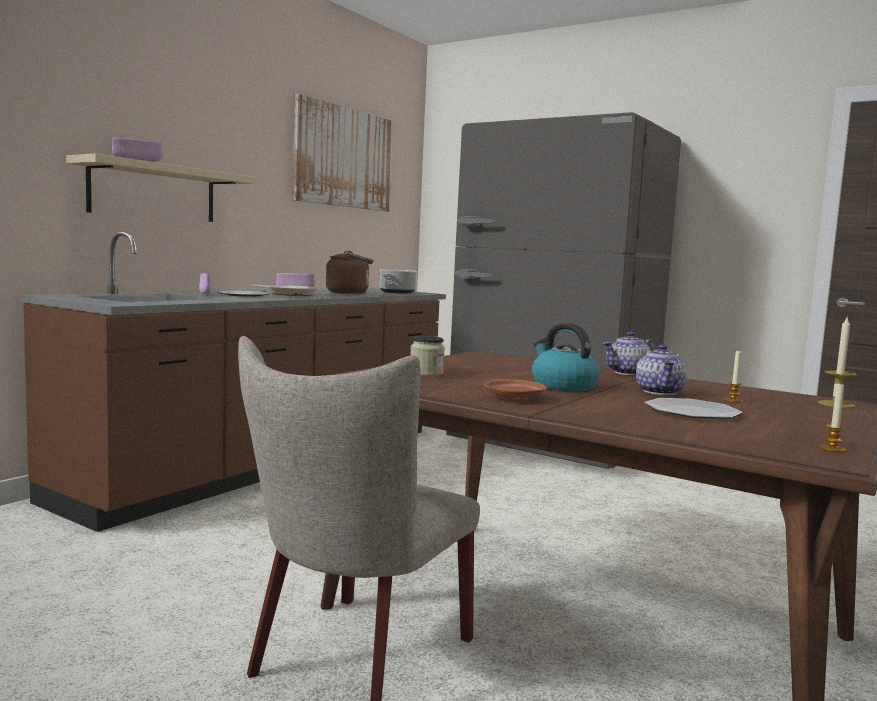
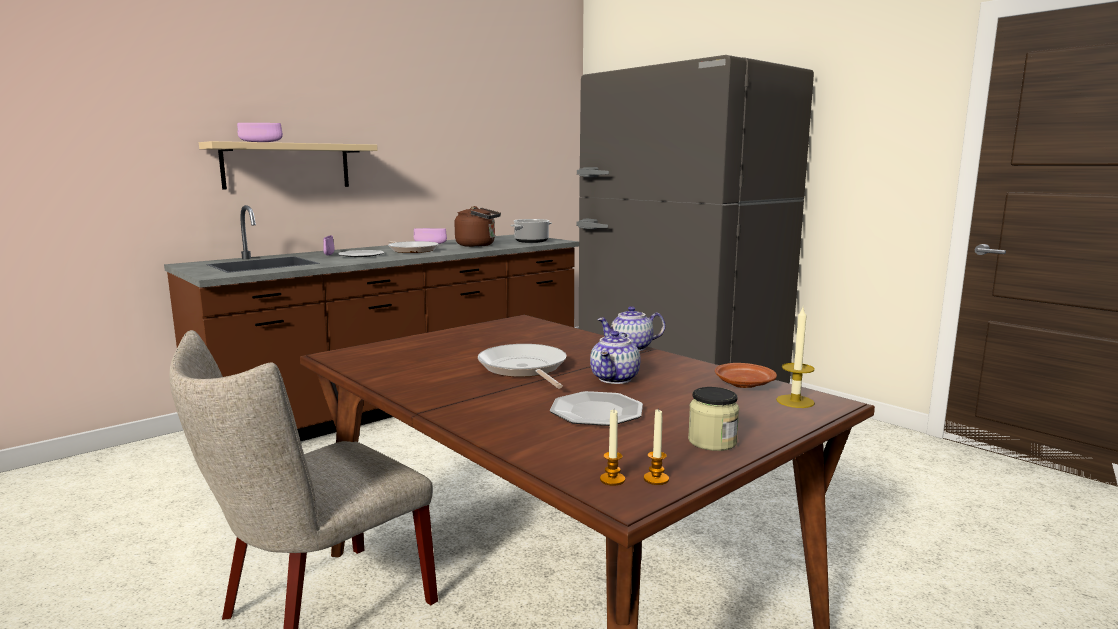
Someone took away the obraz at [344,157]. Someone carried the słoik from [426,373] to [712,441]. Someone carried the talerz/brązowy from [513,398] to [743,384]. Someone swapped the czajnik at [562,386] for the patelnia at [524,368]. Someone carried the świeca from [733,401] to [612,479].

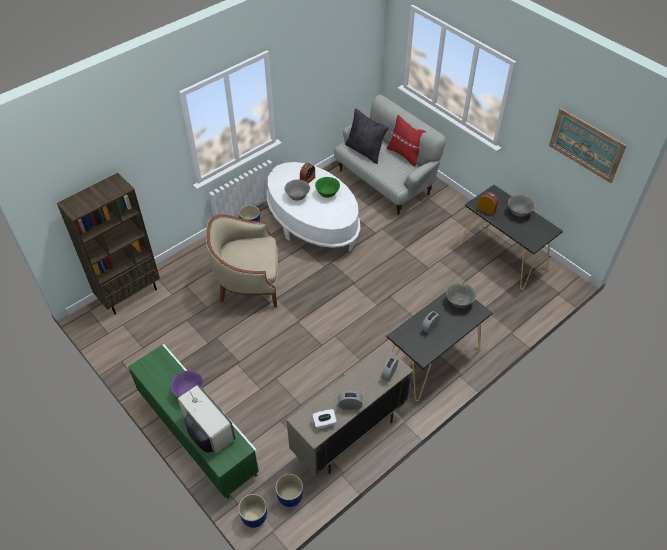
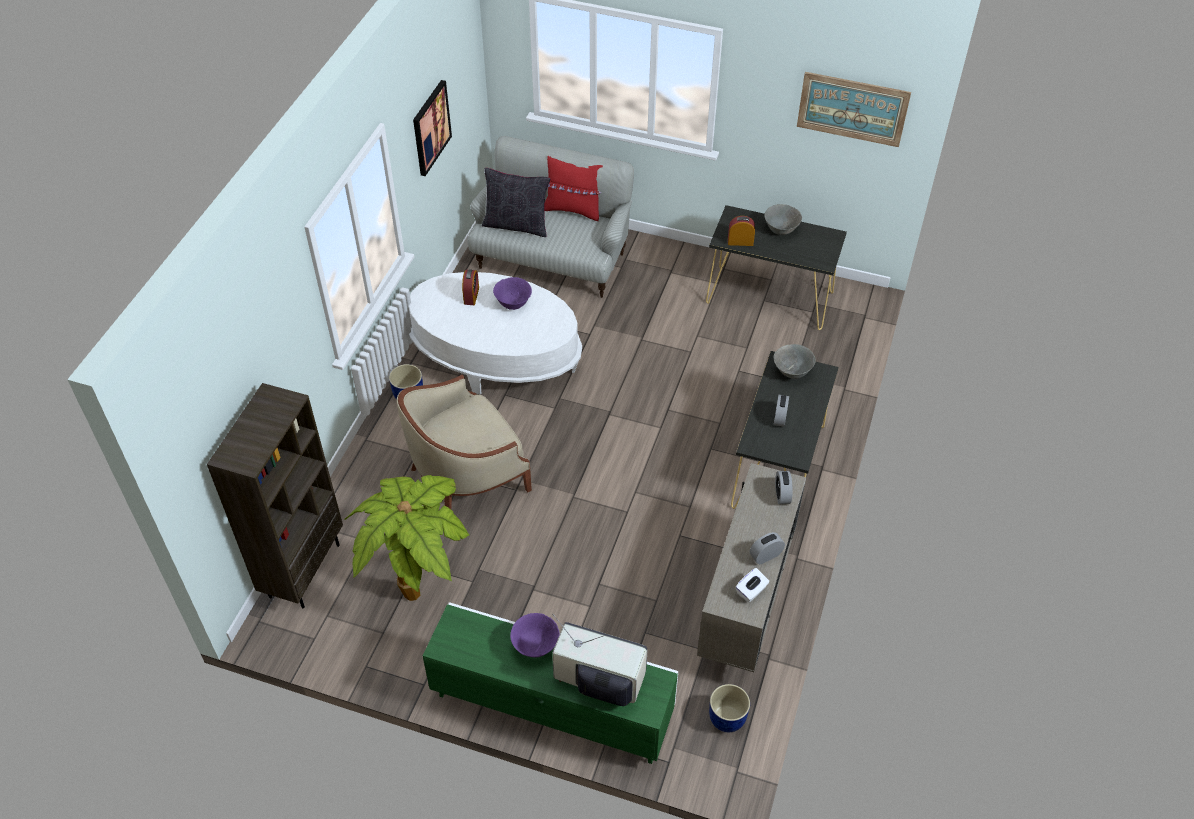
Someone took away the donica/niebieski at [253,516]. Someone took away the miska/szary at [297,196]. Someone repainted the miska/zielony at [327,194], which became the miska/fioletowy at [513,303]. Someone put down the roślina doniczkowa at [420,589]. Someone put up the obraz at [430,127].

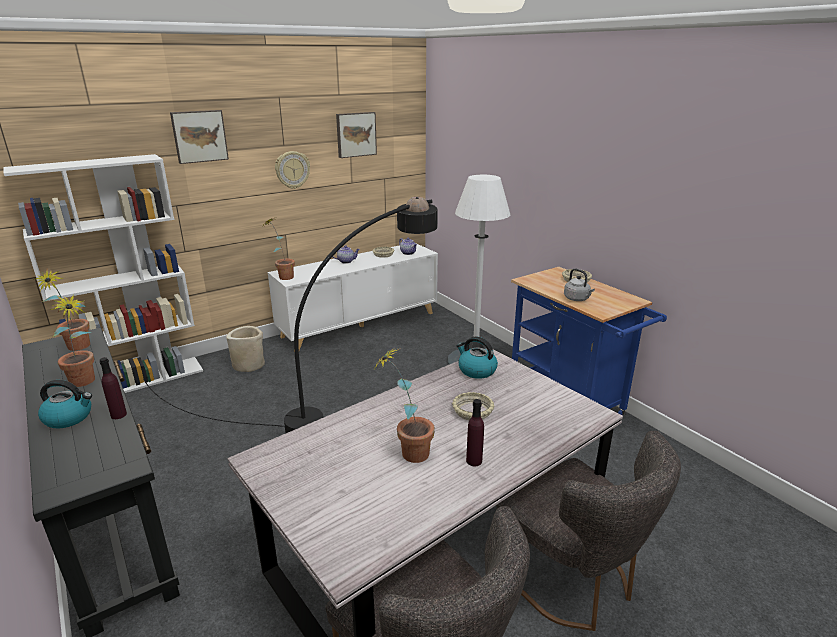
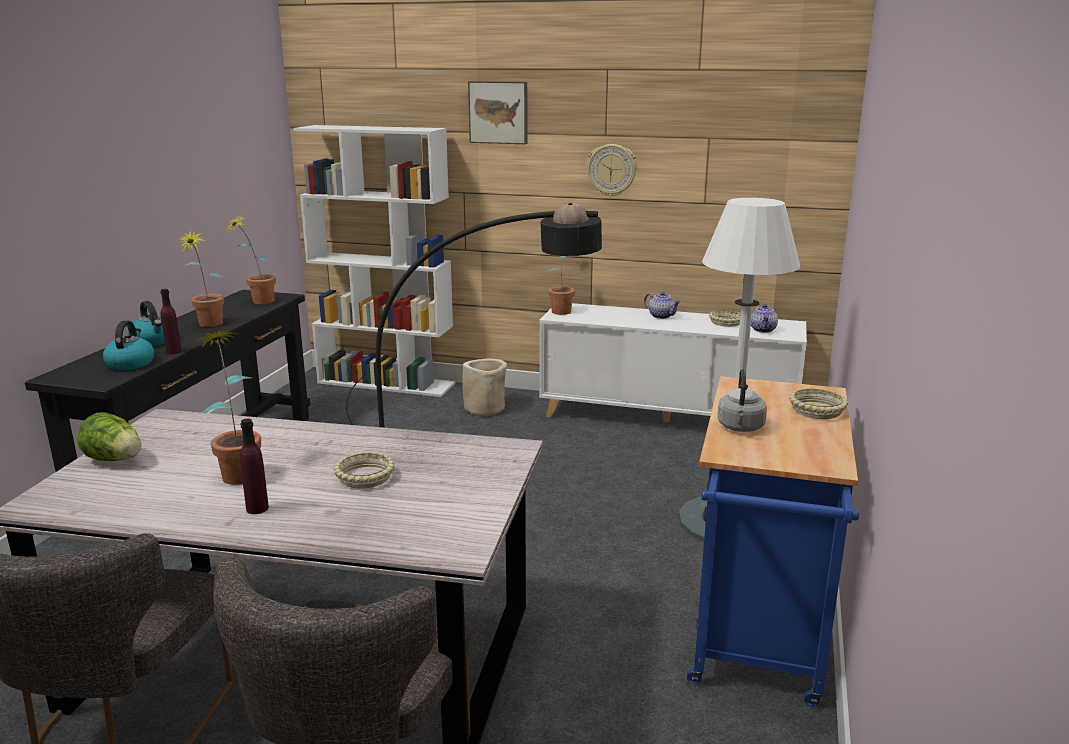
Someone took away the obraz at [355,134]. Someone carried the czajnik from [476,370] to [130,363]. Someone put down the sałata at [115,460].

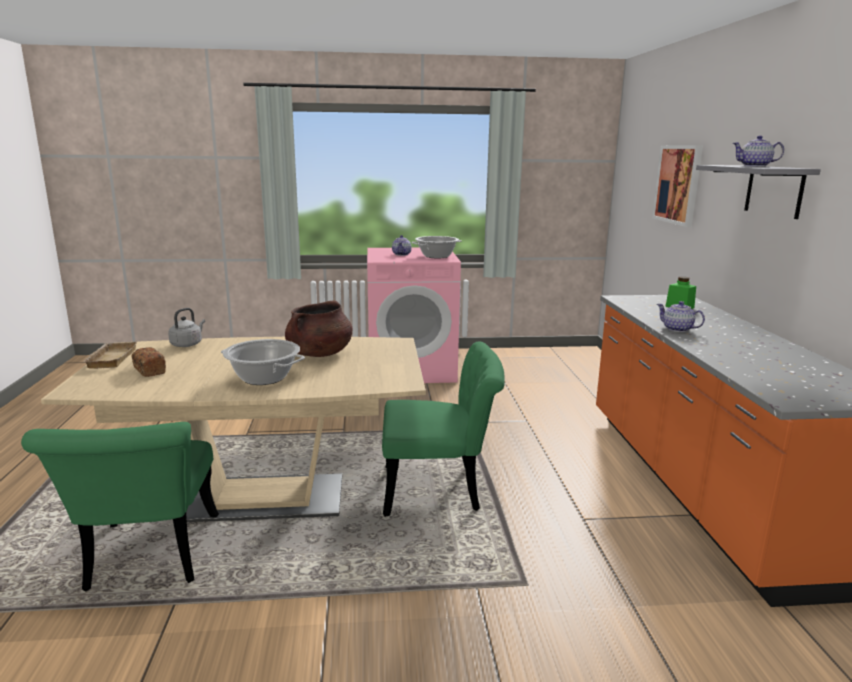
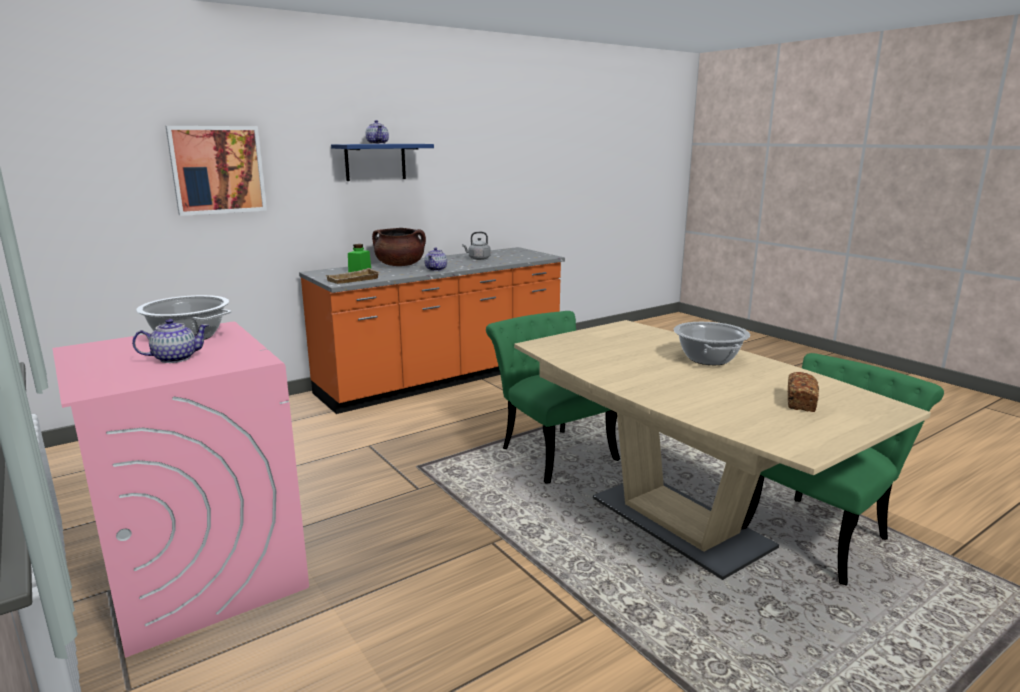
Someone carried the taca/beżowy from [110,359] to [353,280]. Someone carried the czajnik/szary from [187,344] to [478,259]. Someone carried the garnek/brązowy from [319,354] to [400,265]. Someone repainted the półka/szary at [774,191], which became the półka/niebieski at [375,162].

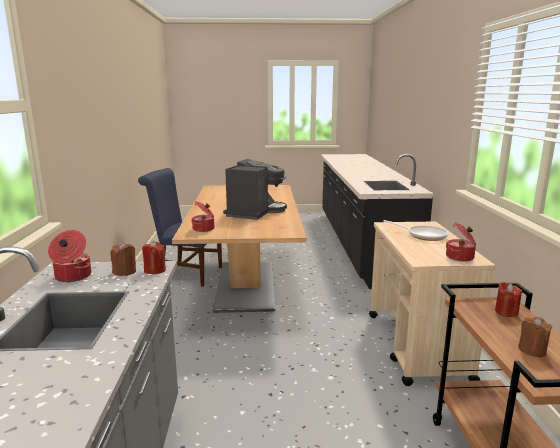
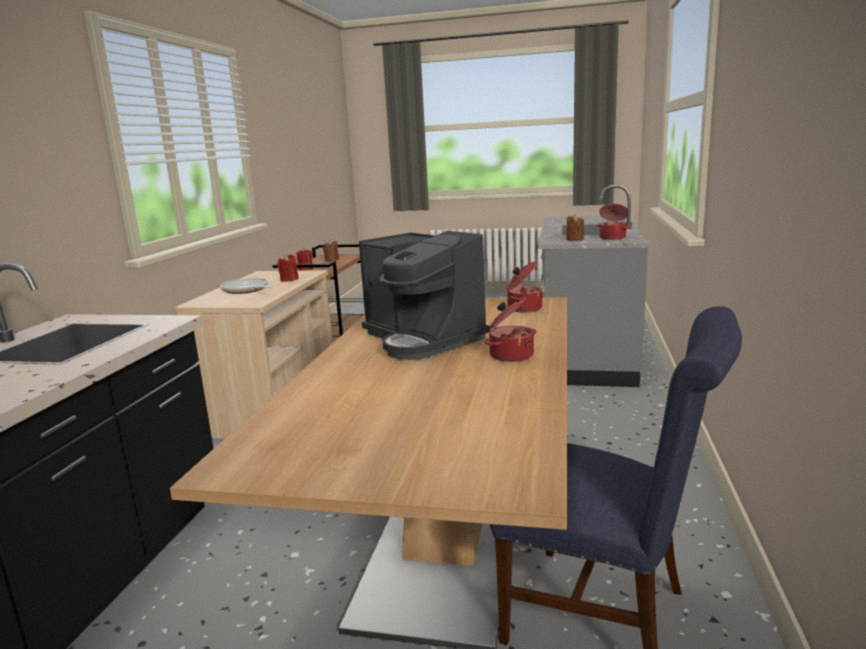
Someone carried the świeca/czerwony from [155,270] to [289,280]. Someone rotated the ekspres do kawy at [255,212] by 75 degrees counterclockwise. Someone carried the garnek from [460,257] to [510,355].

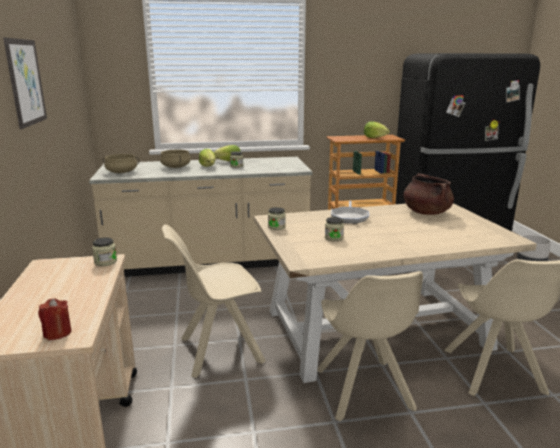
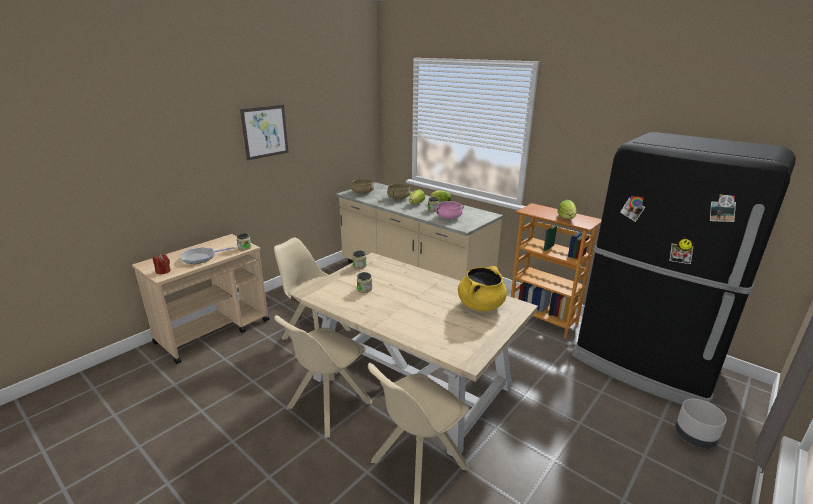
Someone carried the patelnia from [349,217] to [201,258]. Someone repainted the garnek/brązowy at [426,212], which became the garnek/żółty at [480,305]. Someone put down the garnek/różowy at [449,217].

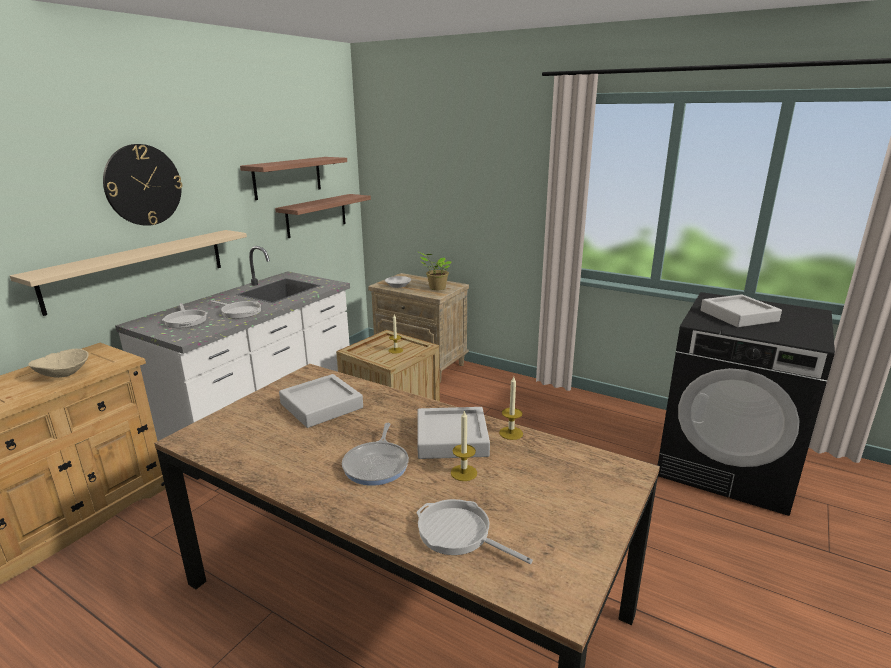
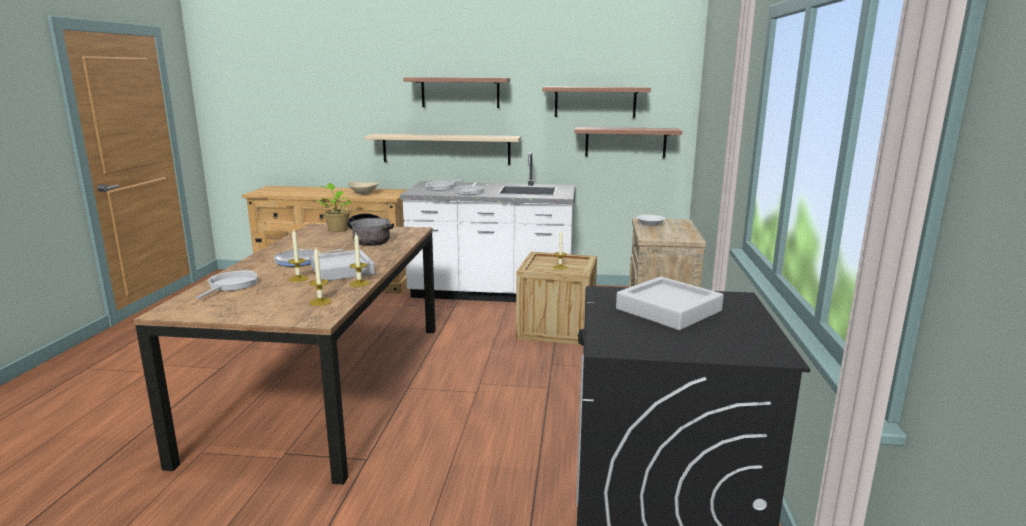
Someone swapped the zegar ścienny at [143,185] for the półka at [460,92]. Someone swapped the taca/szary at [321,406] for the garnek at [370,239]. Someone carried the roślina doniczkowa from [436,288] to [337,229]. Someone put down the świeca at [320,302].

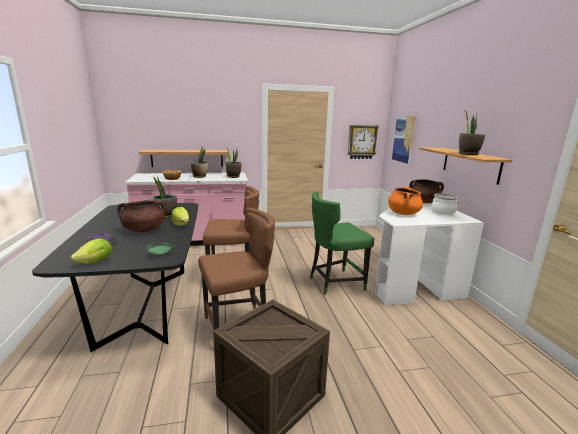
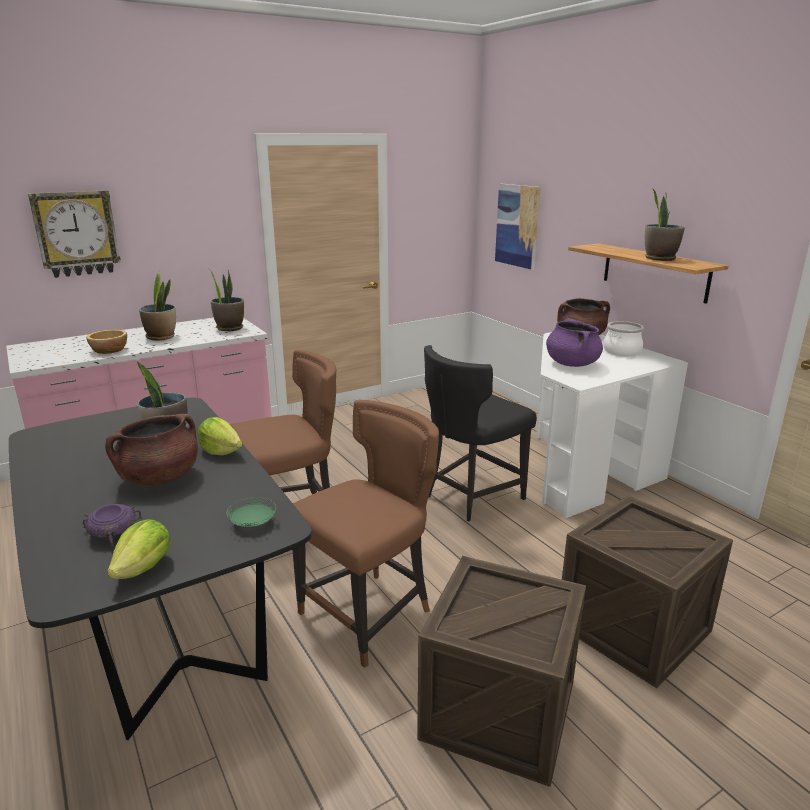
Someone took away the półka at [187,158]. Someone repainted the krzesło/zielony at [334,283], which became the krzesło/czarny at [471,496]. Someone carried the zegar ścienny from [361,142] to [76,233]. Someone repainted the garnek/pomarańczowy at [403,213], which became the garnek/fioletowy at [572,364]. Someone put down the skrzynka at [633,628].

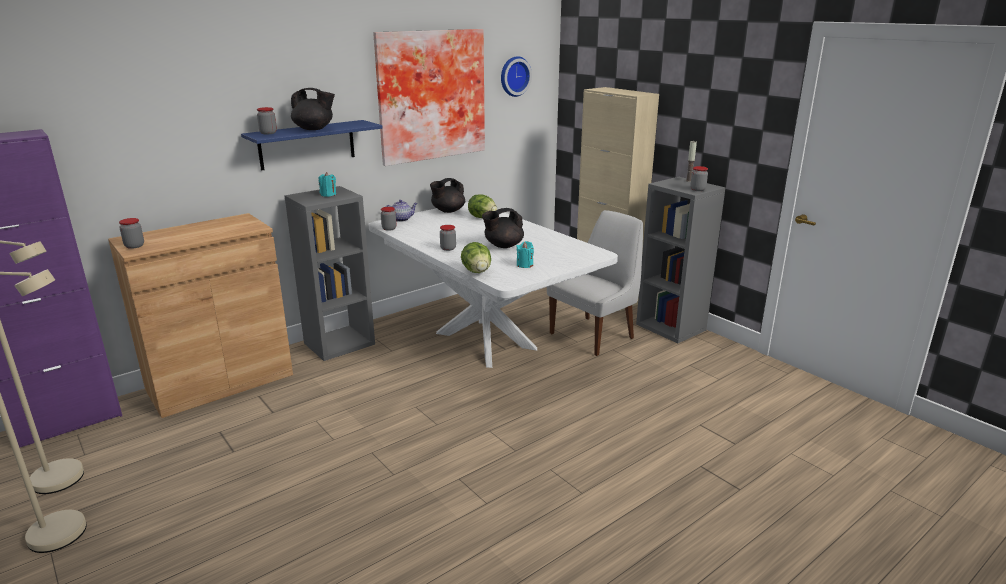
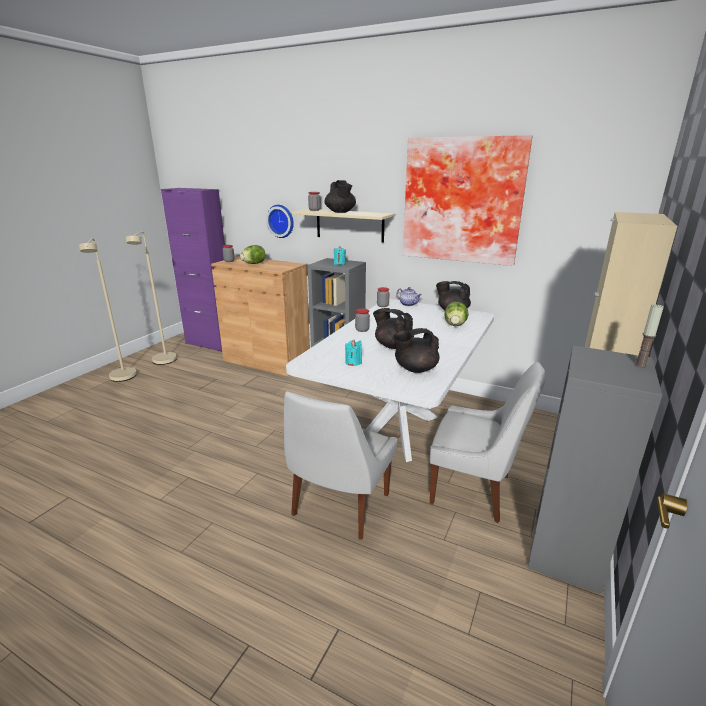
Someone repainted the półka/niebieski at [307,144], which became the półka/beżowy at [349,225]. Someone carried the sałata from [477,271] to [254,264]. Someone carried the zegar ścienny from [514,76] to [281,221]. Someone took away the słoik at [697,189]. Someone put down the krzesło/biały at [339,507]. Someone put down the imbryk/czarny at [415,369].

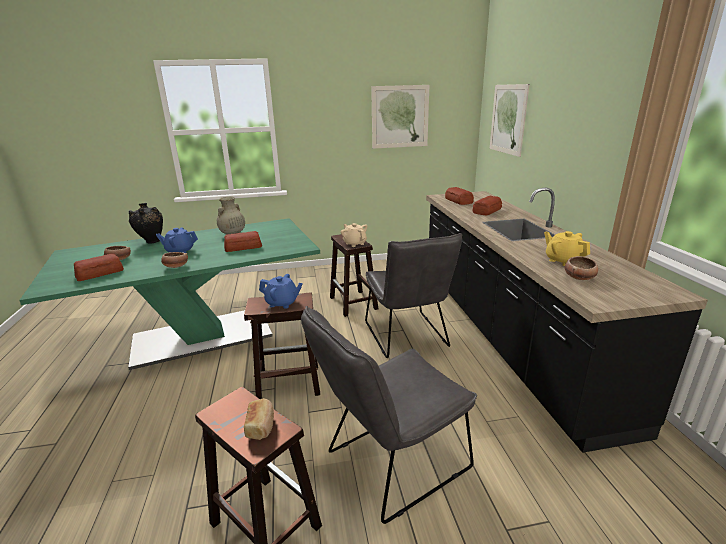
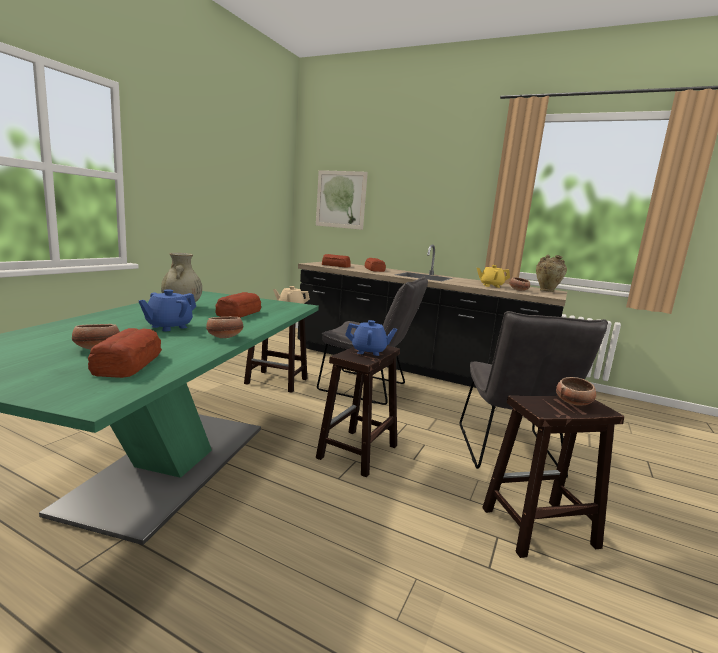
Someone took away the wazon/czarny at [151,242]. Someone swapped the chleb at [261,425] for the miska at [573,402]. Someone rotated the imbryk/niebieski at [282,303] by 45 degrees clockwise. Someone took away the obraz at [400,117]. Someone put down the wazon/beżowy at [547,291].

